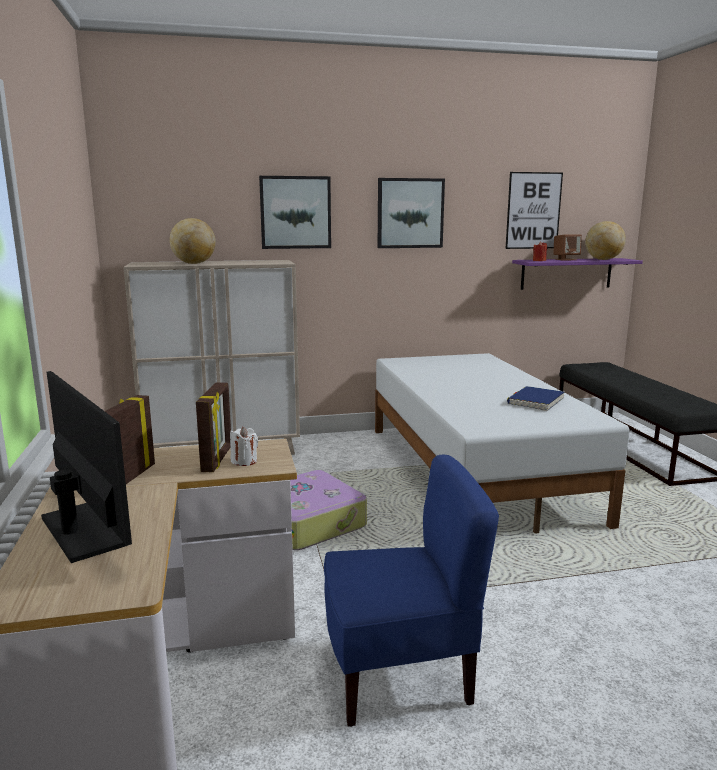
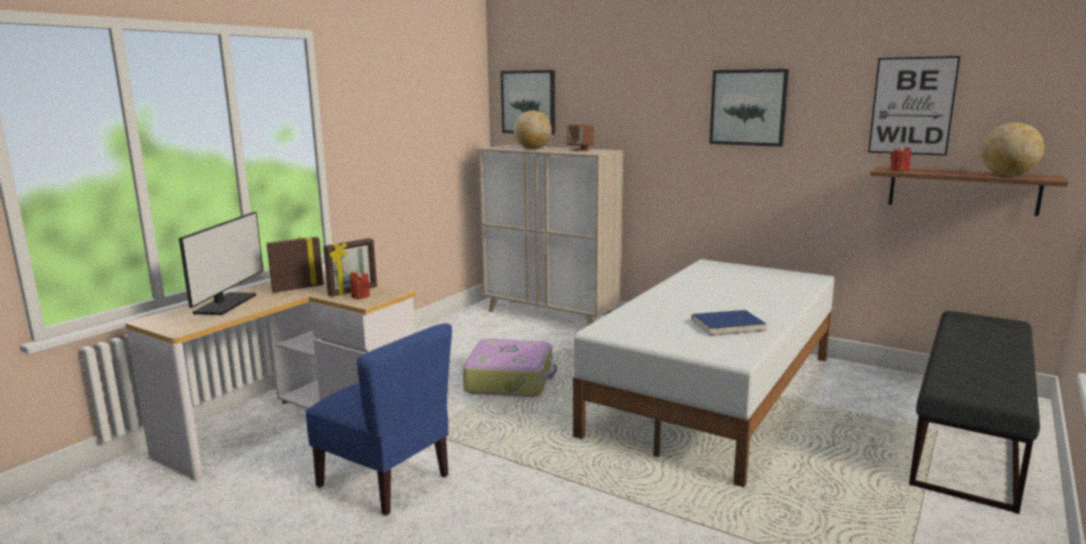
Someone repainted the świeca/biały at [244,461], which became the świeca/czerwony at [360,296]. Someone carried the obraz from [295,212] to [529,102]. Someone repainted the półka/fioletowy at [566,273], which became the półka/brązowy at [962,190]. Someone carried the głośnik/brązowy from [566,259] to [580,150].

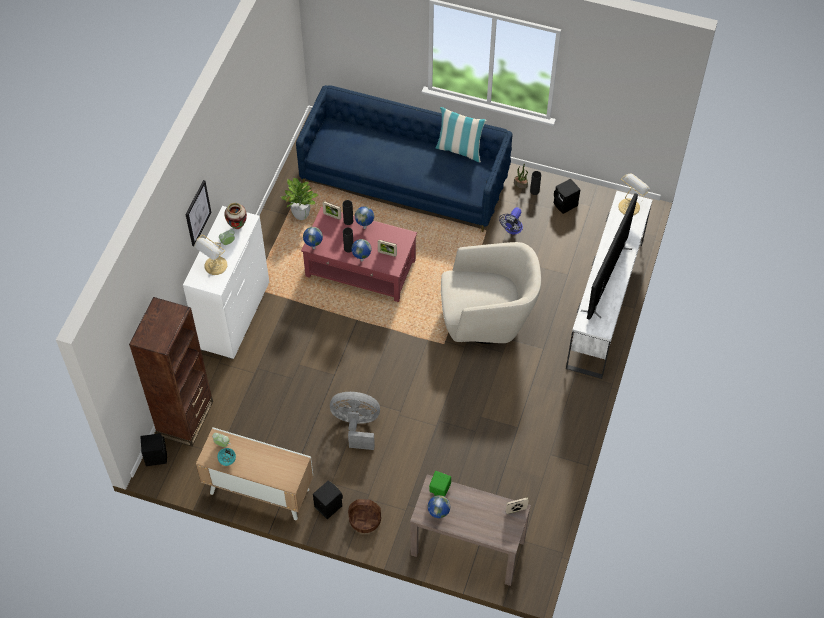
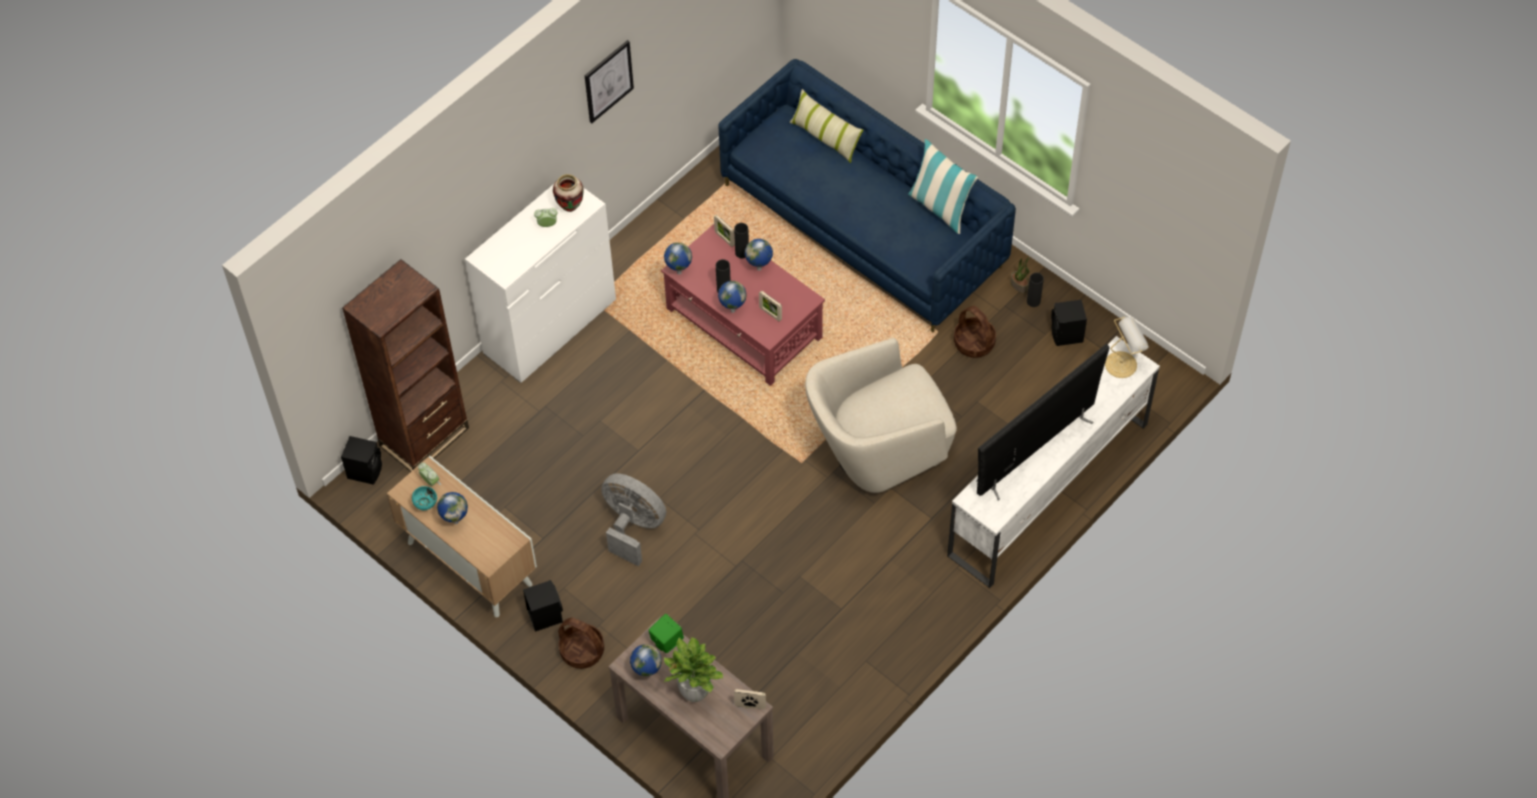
Someone carried the obraz from [197,213] to [608,81]. Someone took away the lampa stołowa at [215,266]. Someone carried the roślina doniczkowa from [301,215] to [694,692]. Someone rotated the fotel/beżowy at [487,318] by 135 degrees clockwise. Someone swapped the wentylator at [512,229] for the koszyk at [974,343]. Someone put down the globus at [456,521]. Someone put down the poduszka at [825,137].

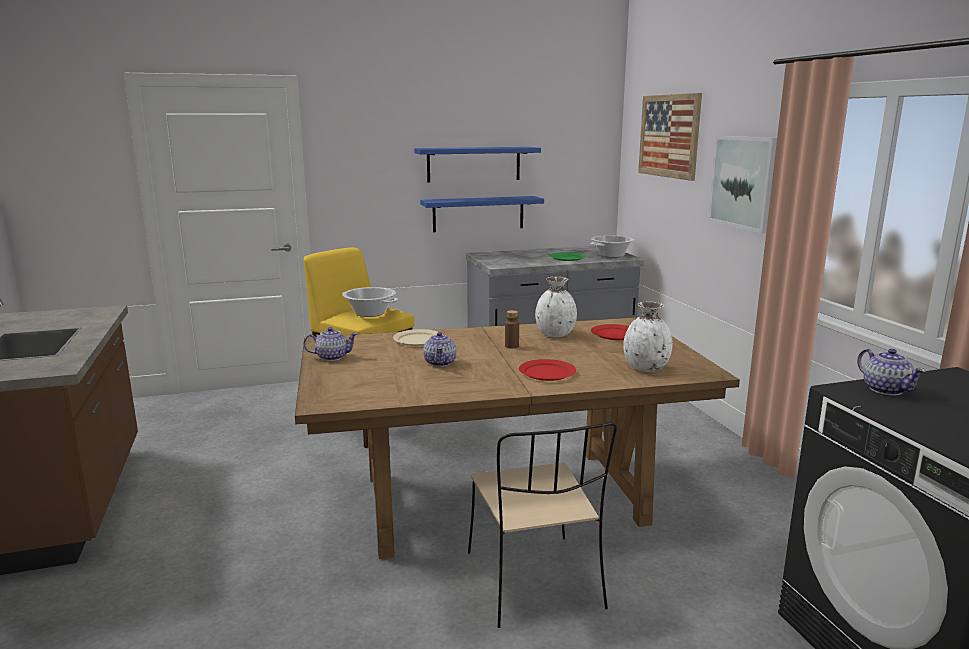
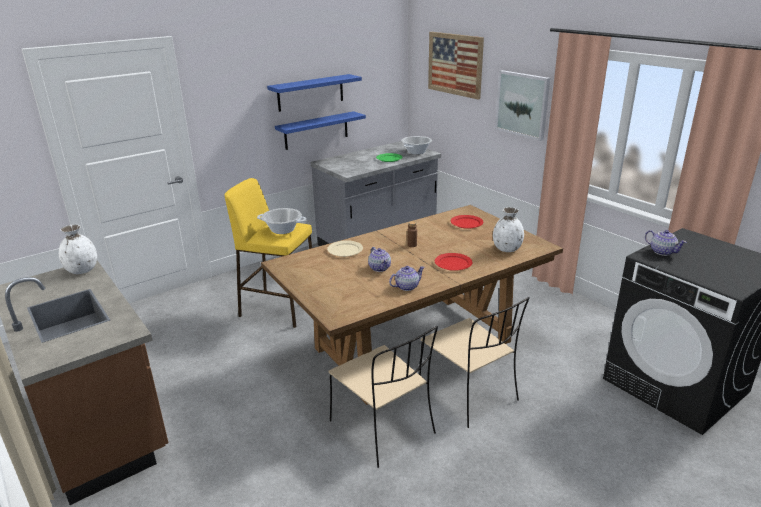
Someone carried the imbryk from [331,357] to [406,287]. Someone carried the wazon/biały from [555,335] to [82,270]. Someone put down the krzesło/beżowy at [384,428].

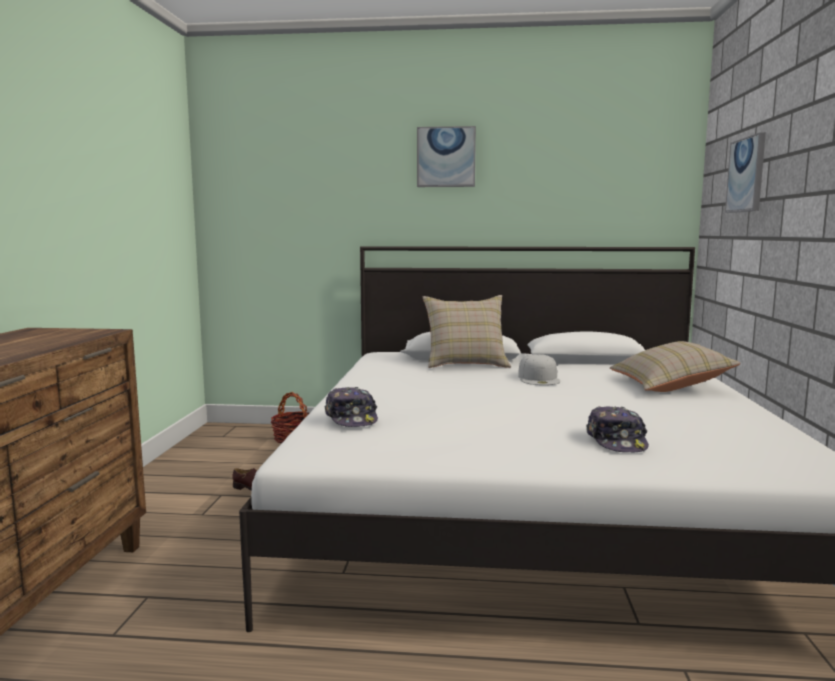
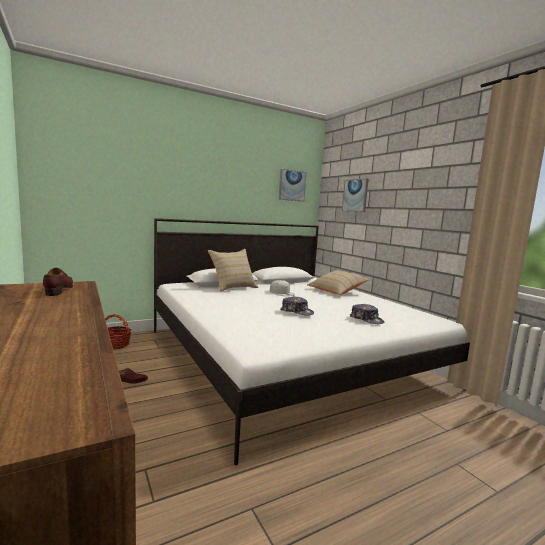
Someone carried the czapka z daszkiem from [351,418] to [297,312]. Someone carried the obraz from [446,157] to [292,185]. Someone put down the but/brązowy at [60,289].

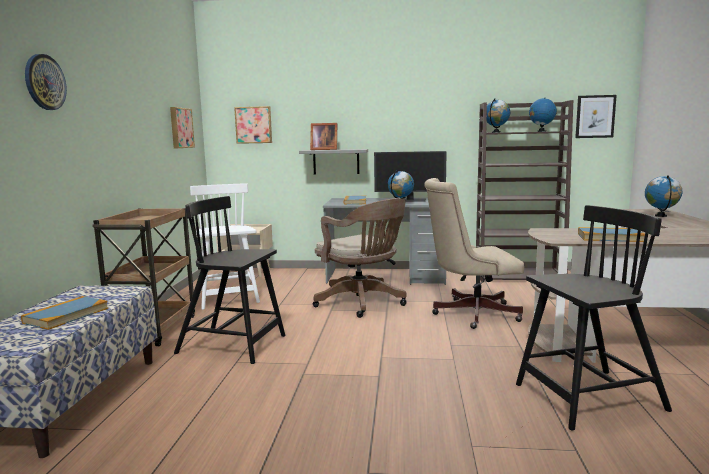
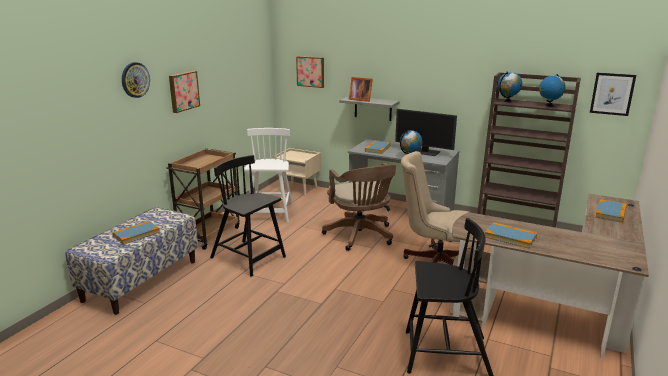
Someone carried the obraz from [180,128] to [183,91]. Someone swapped the globus at [661,216] for the książka at [610,213].

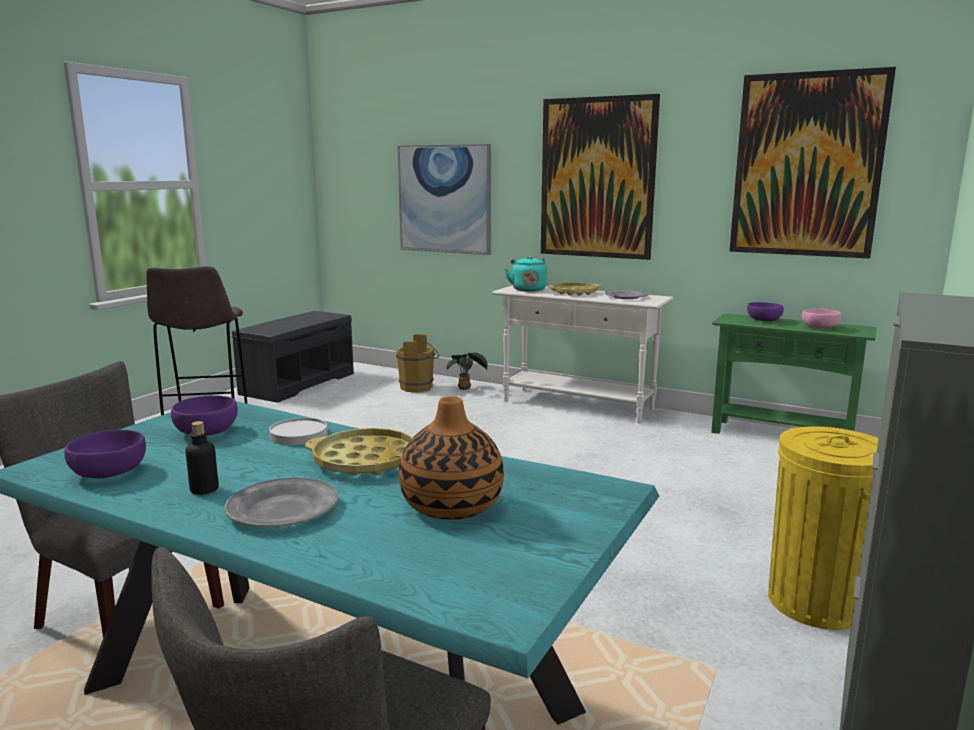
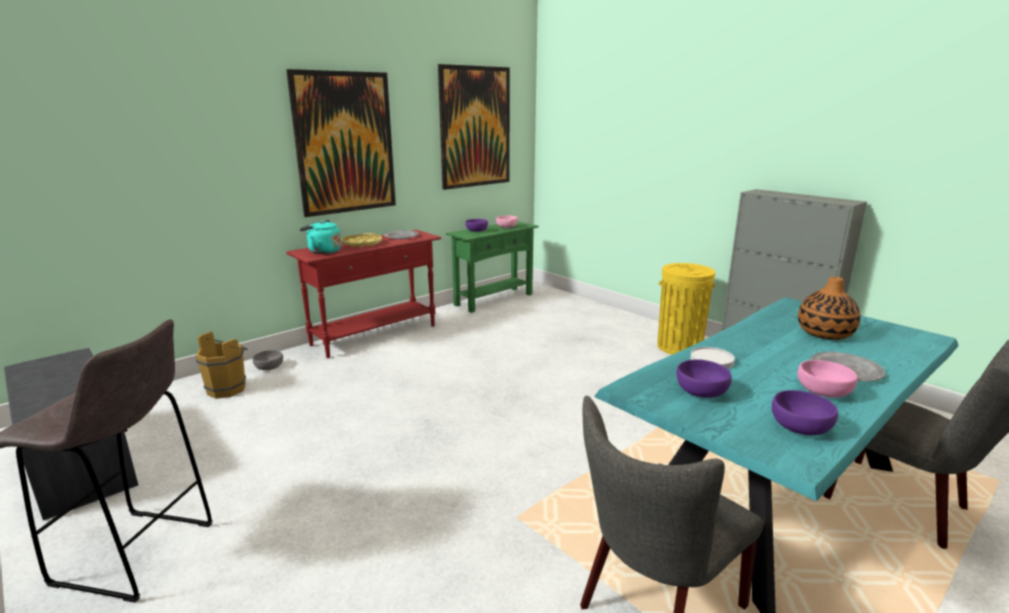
Someone swapped the butelka at [204,490] for the miska/różowy at [824,392]. Someone took away the taca/żółty at [365,460]. Someone took away the obraz at [444,199]. Someone swapped the roślina doniczkowa at [466,388] for the miska/szary at [268,367]. Someone repainted the stolik konsolowy/biały at [578,405], which became the stolik konsolowy/czerwony at [375,335].

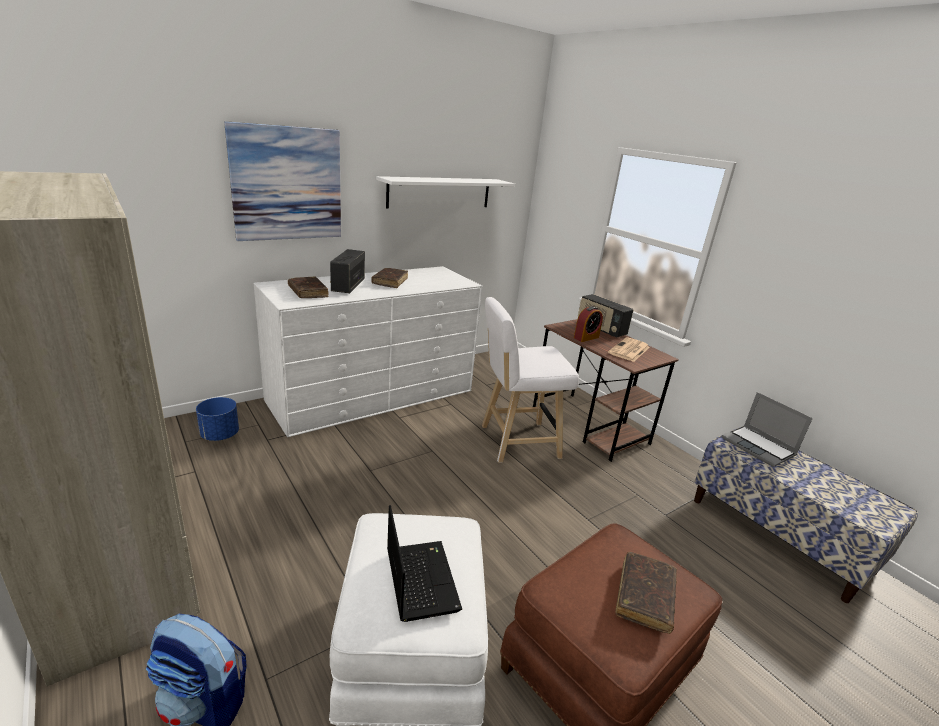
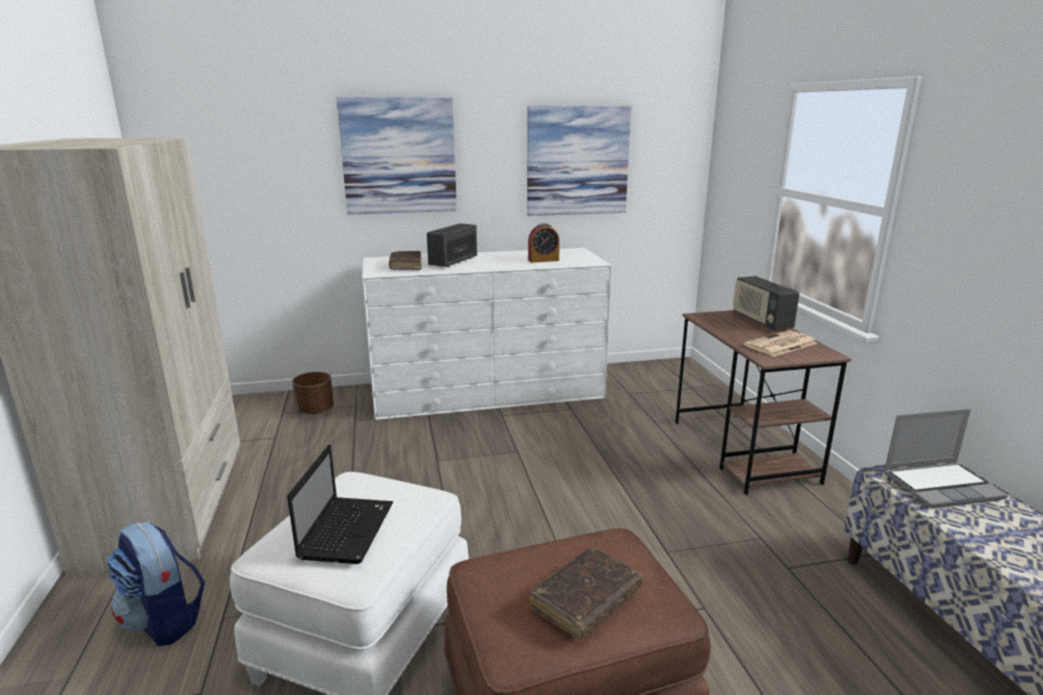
Someone repainted the donica/niebieski at [220,435], which became the donica/brązowy at [315,410]. Someone took away the książka/brązowy at [390,282]. Someone swapped the półka/biały at [440,192] for the obraz at [577,161]. Someone took away the stołek/biały at [515,442]. Someone carried the budzik from [586,337] to [543,260]. Someone rotated the laptop at [759,447] by 90 degrees counterclockwise.

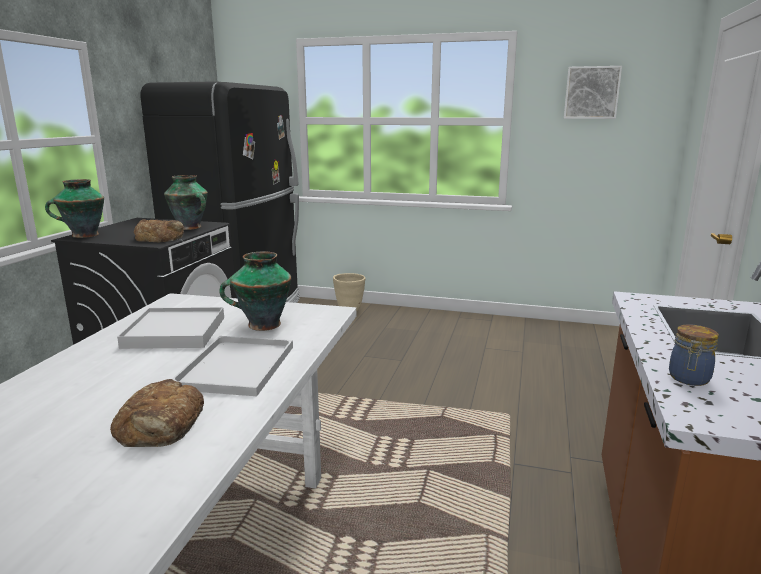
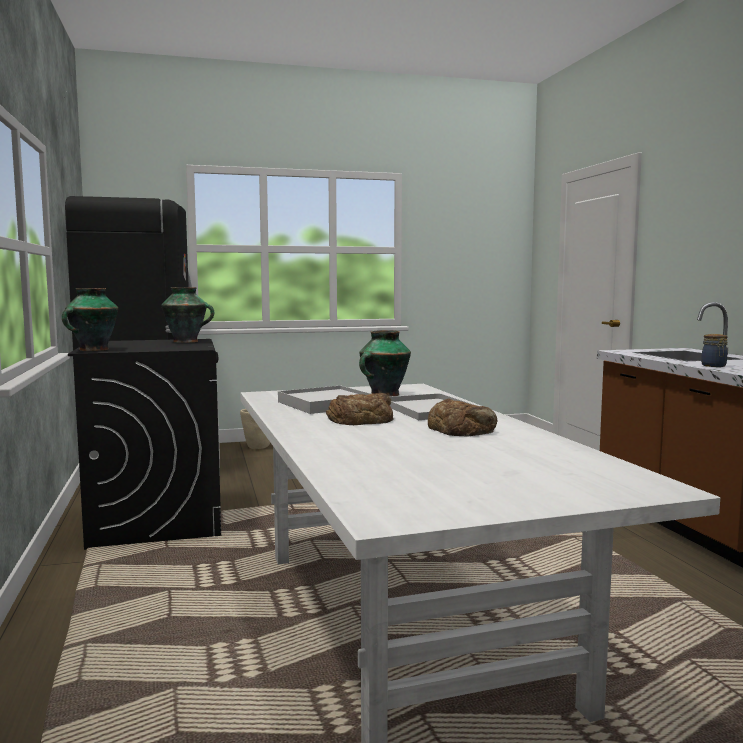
Someone carried the chleb from [160,237] to [361,419]. Someone took away the obraz at [591,93].

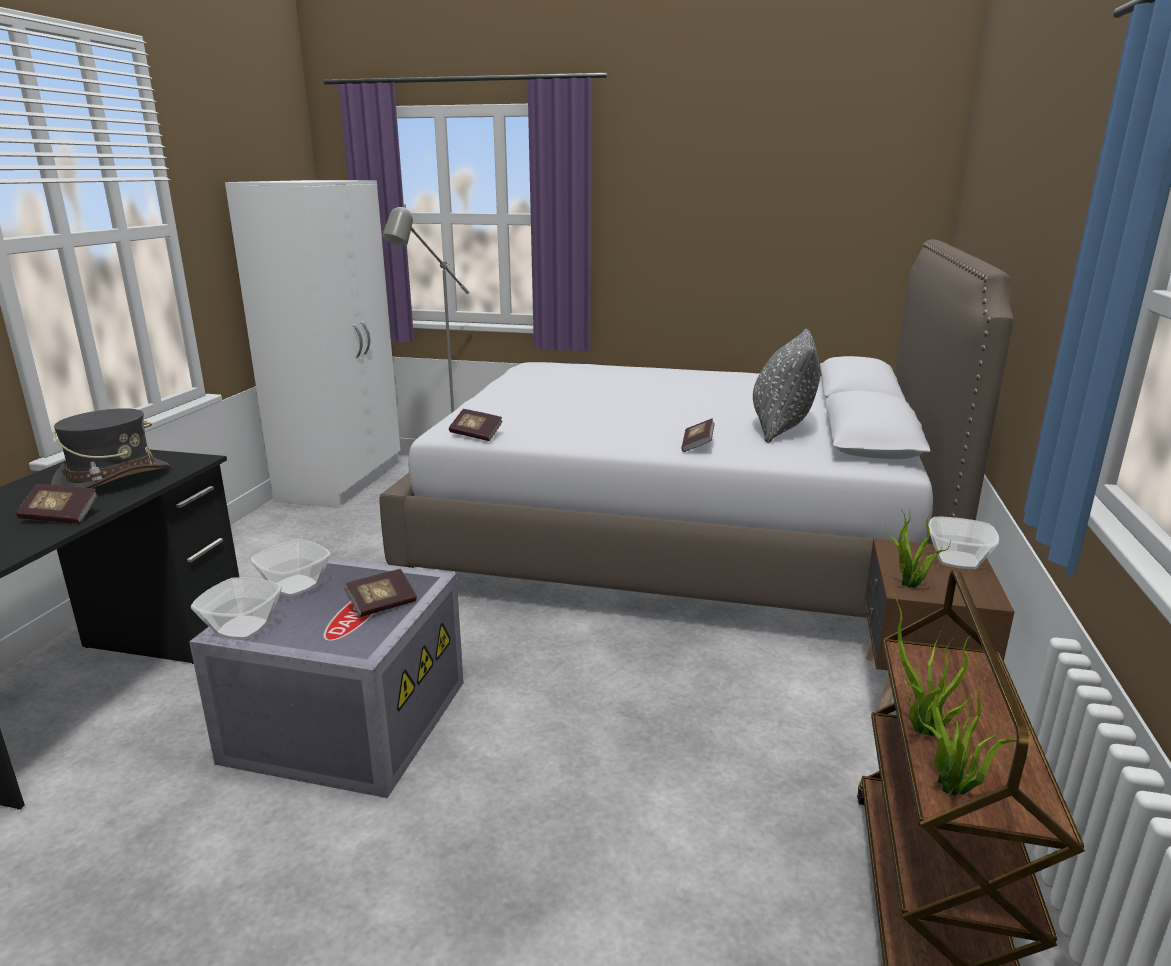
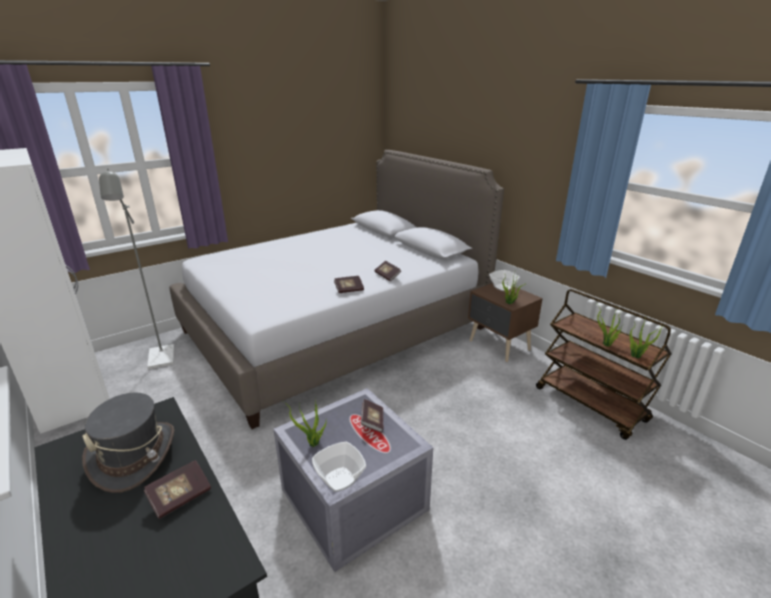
Someone swapped the miska at [294,587] for the roślina doniczkowa at [313,444]. Someone carried the książka from [476,435] to [349,290]. Someone took away the poduszka/szary at [781,428].

